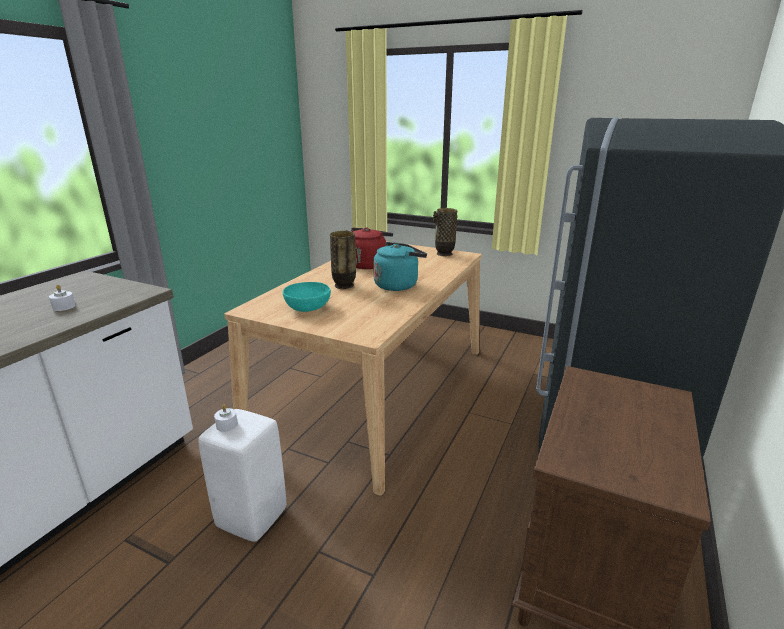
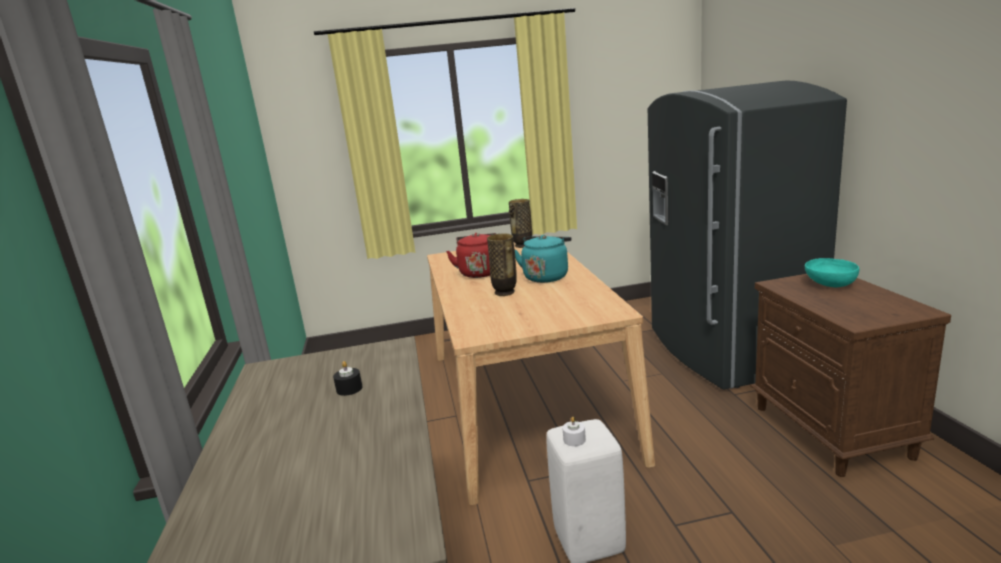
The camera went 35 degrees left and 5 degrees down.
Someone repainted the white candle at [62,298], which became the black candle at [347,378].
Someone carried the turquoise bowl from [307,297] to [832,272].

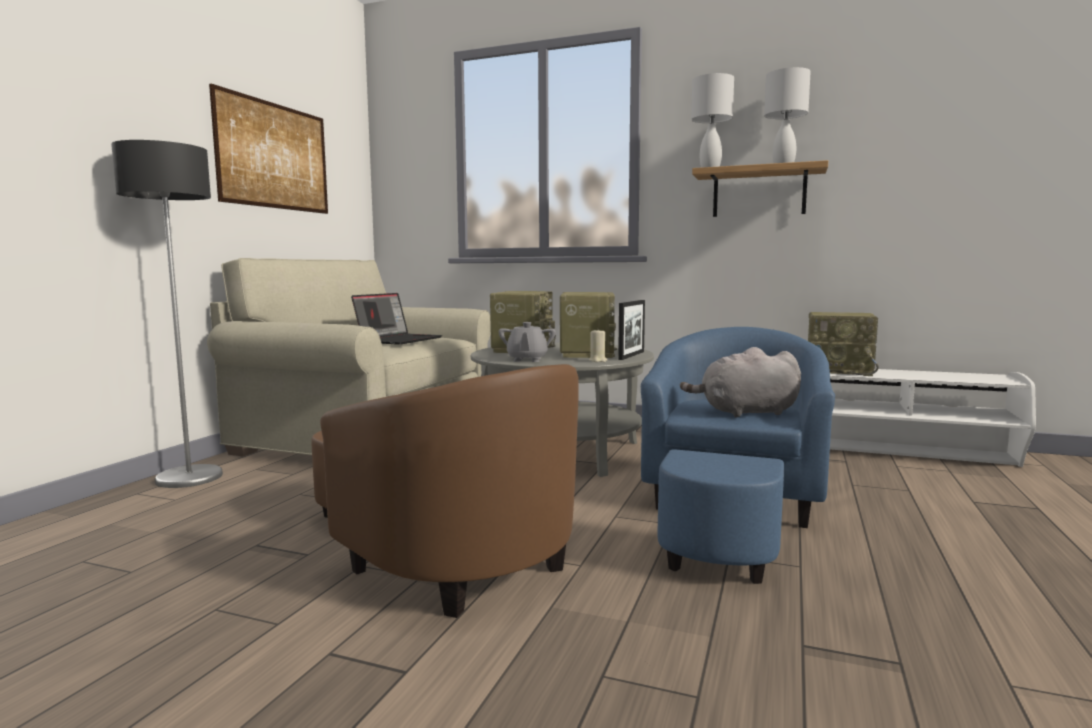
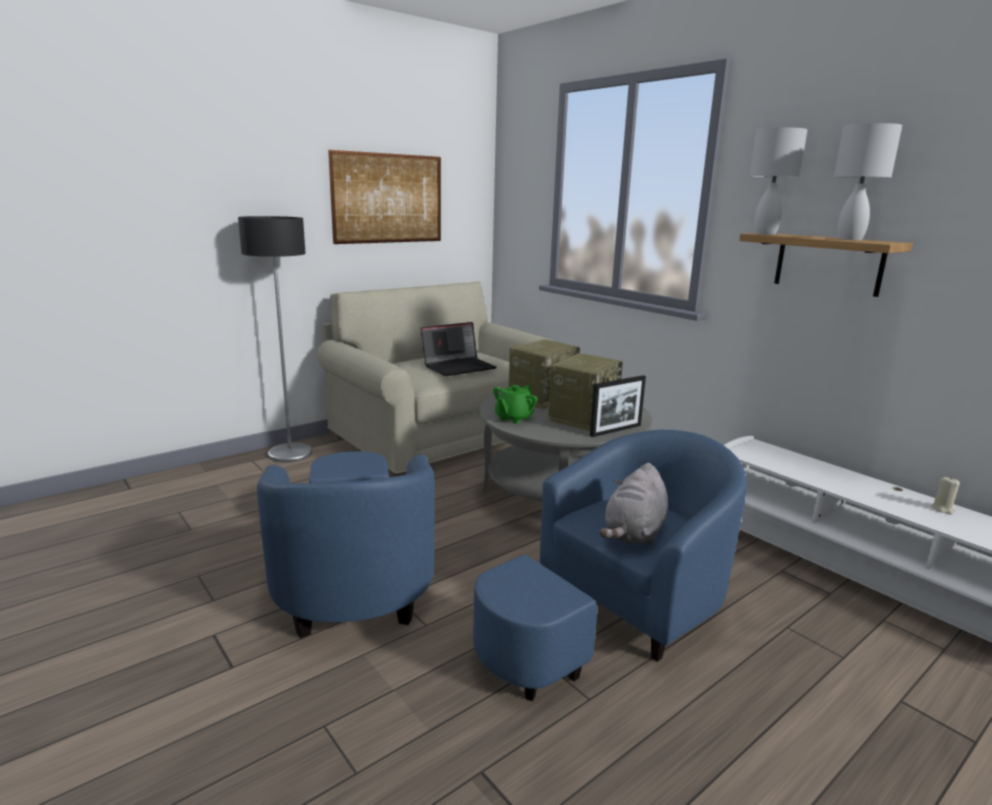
The camera went 30 degrees right and 10 degrees up.
Someone repainted the brown armchair at [445,491], which became the blue armchair at [346,544].
Someone repainted the grey teapot at [527,342], which became the green teapot at [515,404].
Someone carried the beige candle from [598,345] to [945,495].
Someone rotated the grey plush toy at [740,382] by 90 degrees counterclockwise.
Someone took away the radio at [843,344].

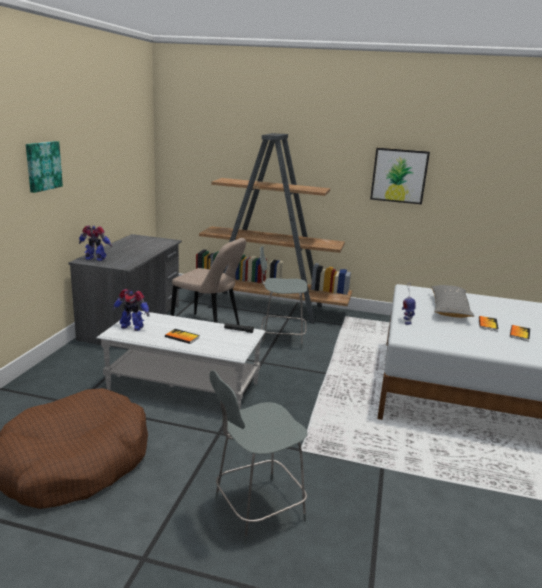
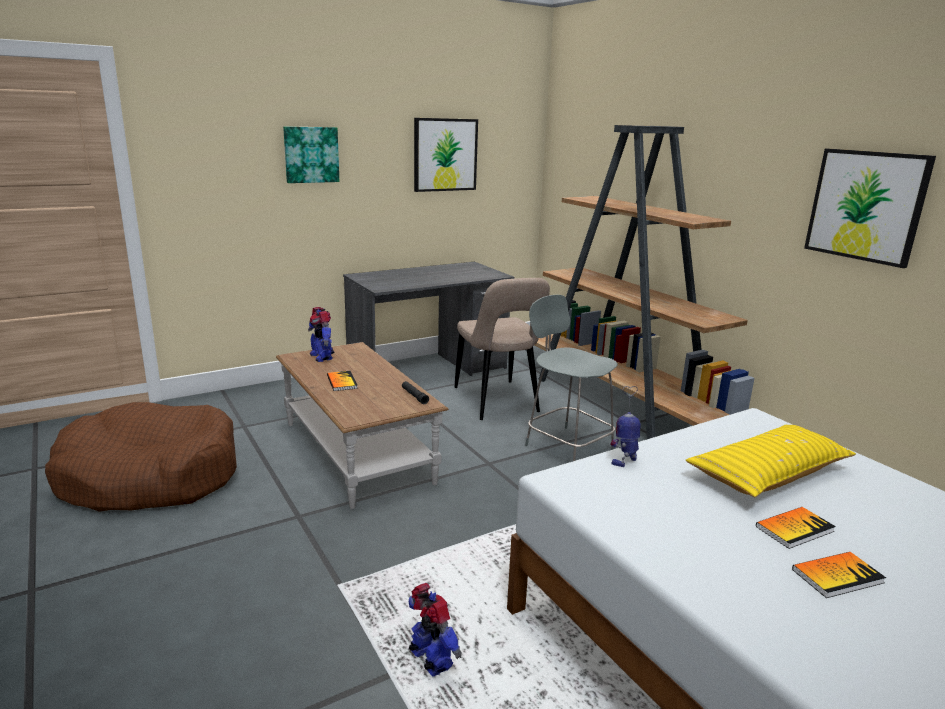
The camera went 45 degrees right and 0 degrees up.
Someone carried the toy robot from [95,243] to [435,630].
Someone repainted the white coffee table at [181,360], which became the brown coffee table at [362,425].
Someone took away the grey stool at [258,457].
Someone repainted the grey pillow at [453,301], which became the yellow pillow at [770,461].
Someone put up the picture at [446,155].

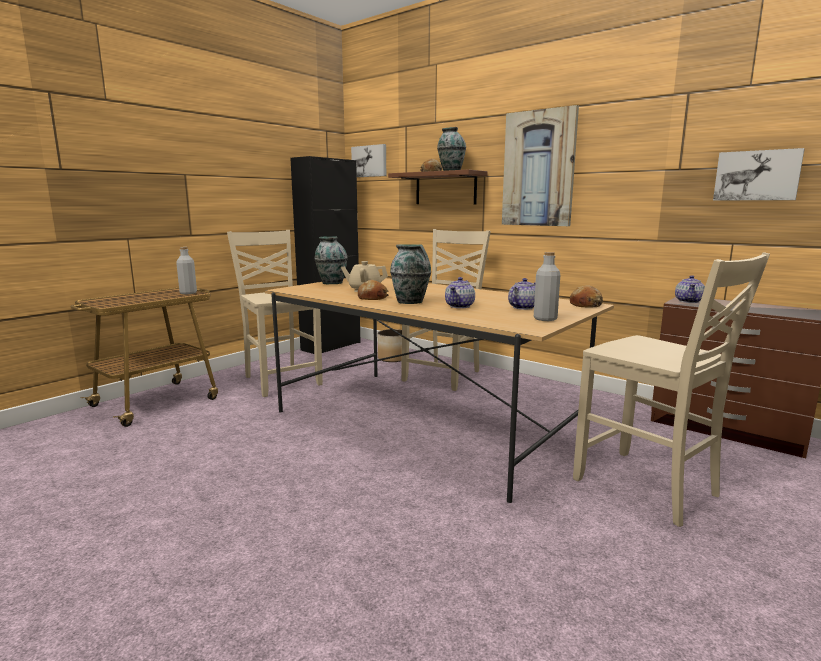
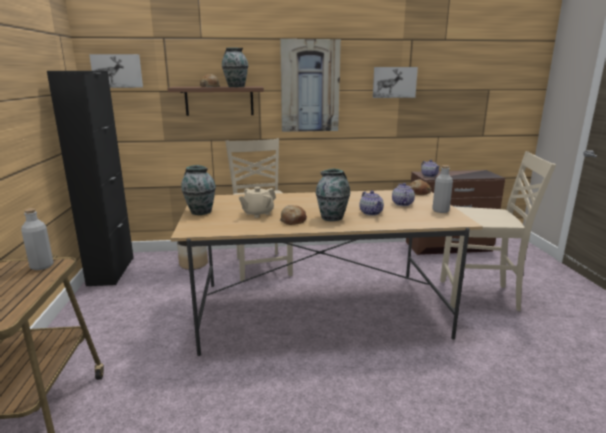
The camera went 45 degrees left and 5 degrees up.
Someone took away the beige chair at [275,313].
Someone carried the picture from [759,174] to [395,82].

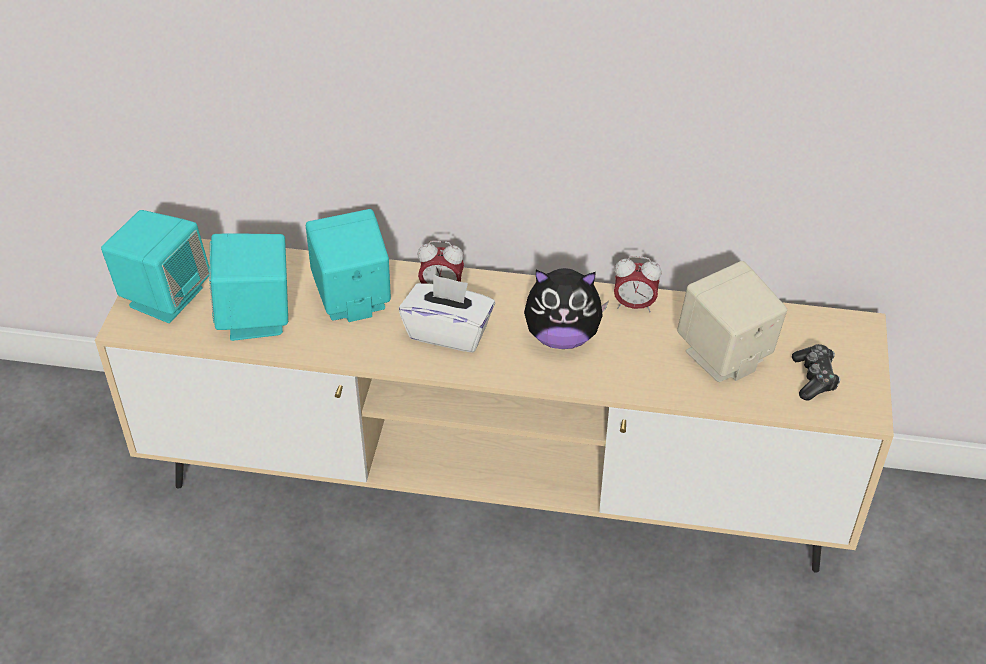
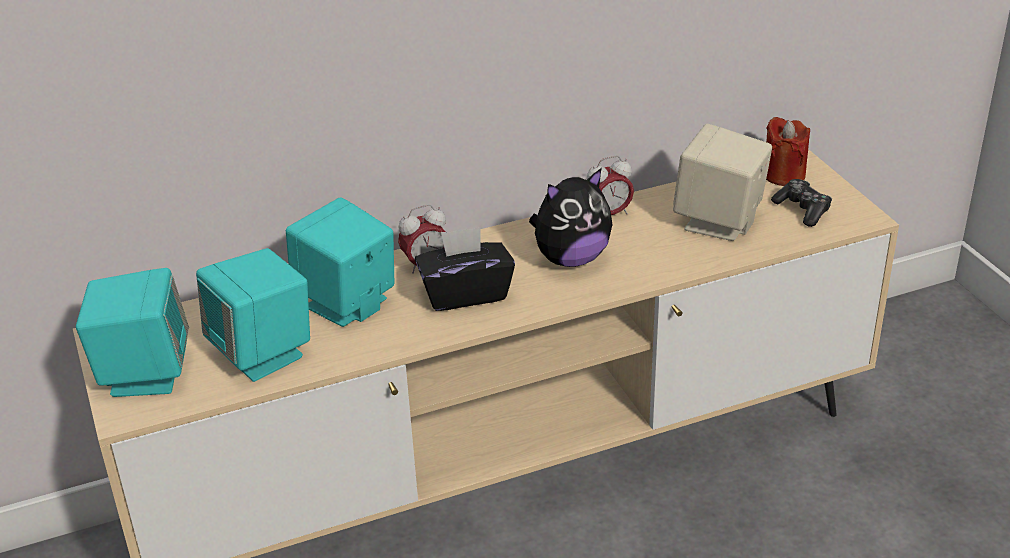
The camera went 30 degrees left and 10 degrees down.
Someone repainted the white tissue box at [447,313], which became the black tissue box at [465,269].
Someone put down the red candle at [788,151].

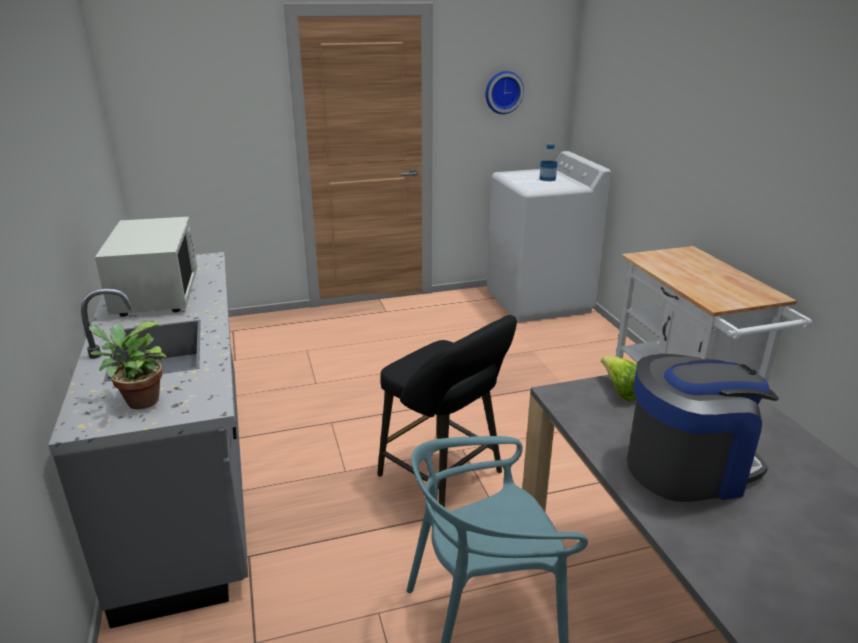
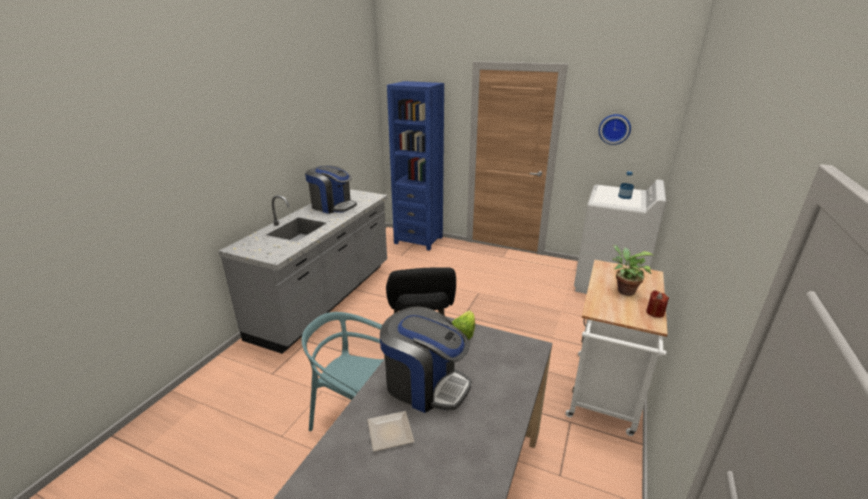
The camera went 40 degrees right and 0 degrees up.
Someone carried the potted plant from [127,365] to [633,270].
Someone swapped the white microwave at [146,267] for the coffee machine at [331,189].
Someone put down the plate at [391,431].
Someone put down the blue bookcase at [415,166].
Someone put down the red candle at [657,304].

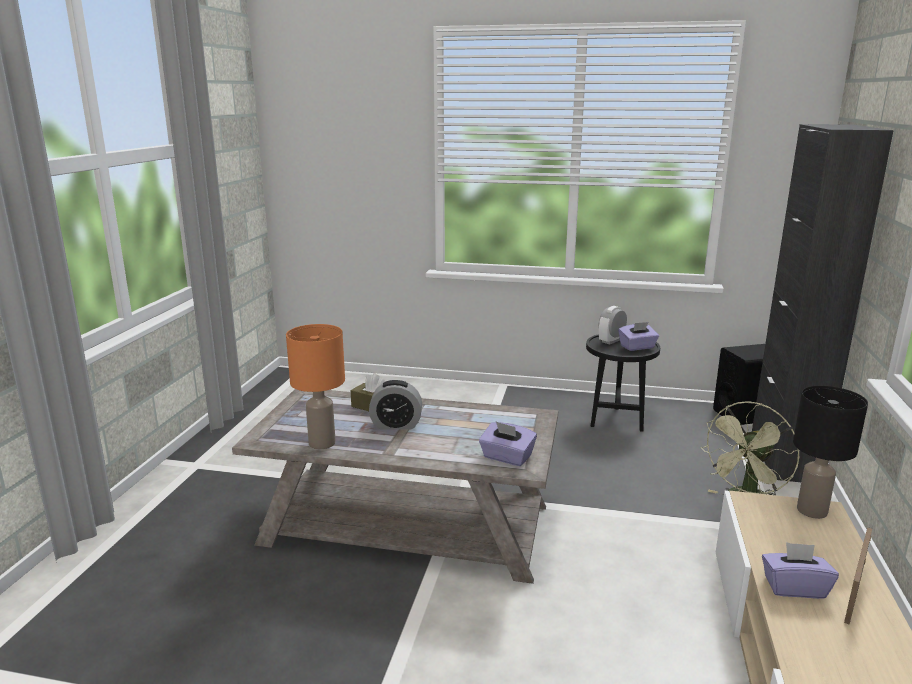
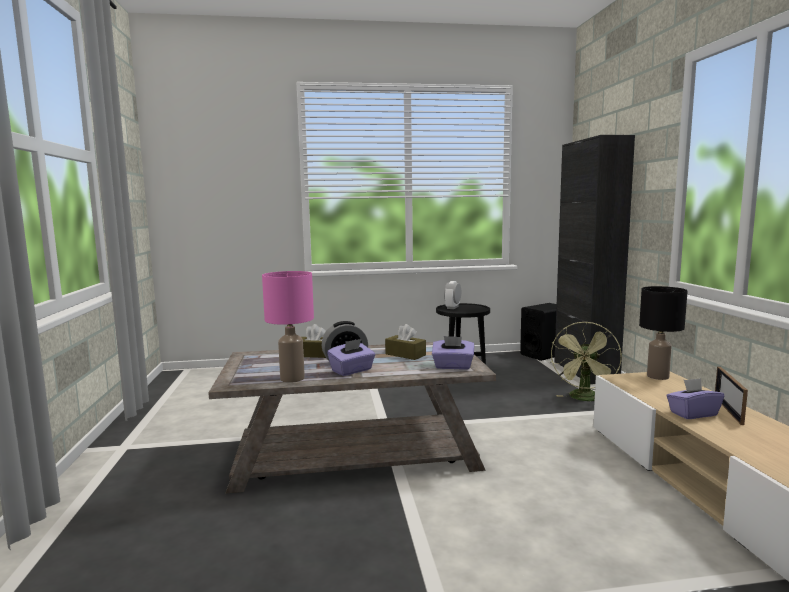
The camera went 20 degrees left and 10 degrees down.
Someone repainted the orange table lamp at [315,386], which became the pink table lamp at [288,327].
Someone carried the purple tissue box from [638,336] to [351,357].
Someone put down the brown tissue box at [405,342].

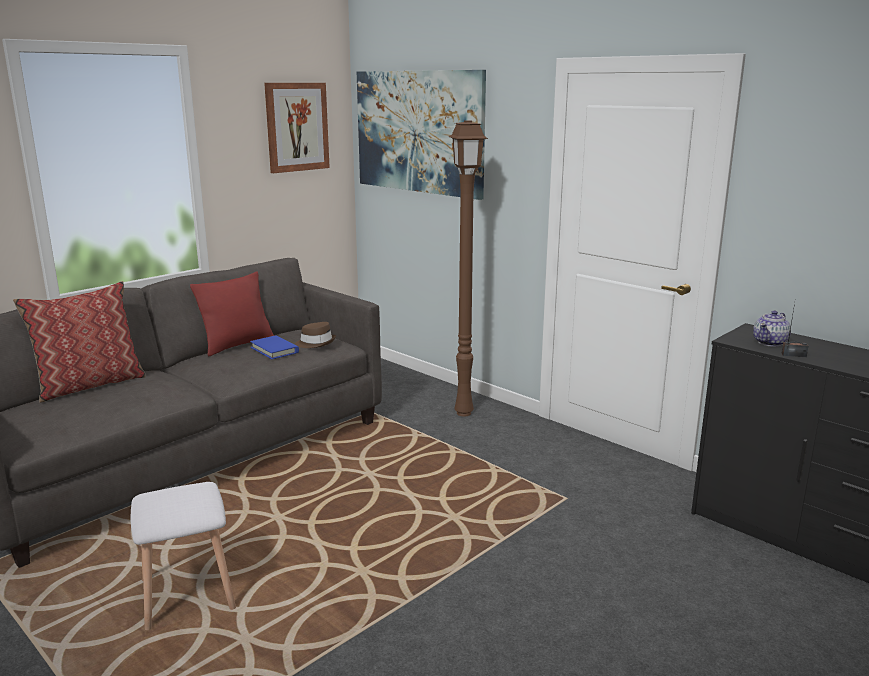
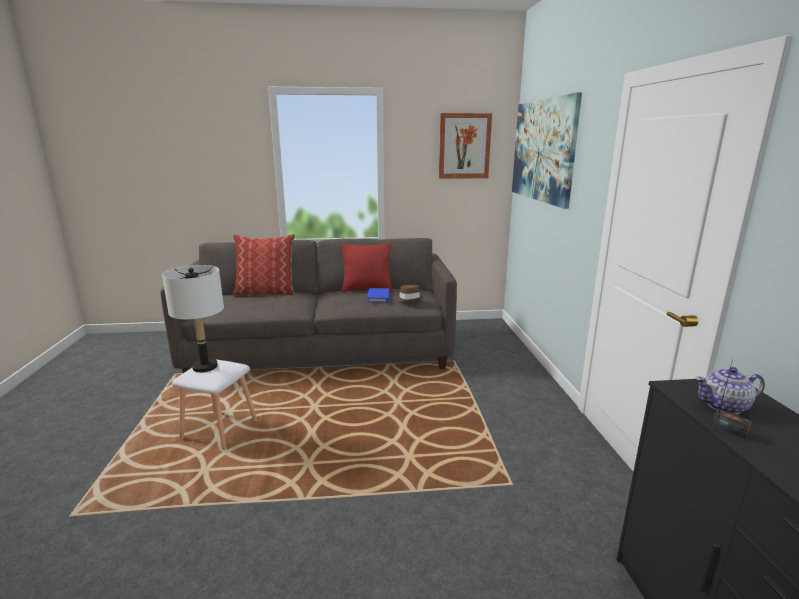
The camera went 40 degrees right and 0 degrees up.
Someone took away the brown floor lamp at [468,268].
Someone put down the white table lamp at [193,318].

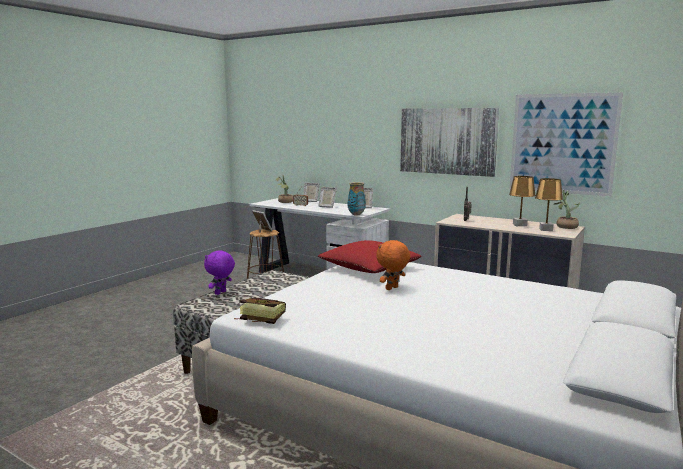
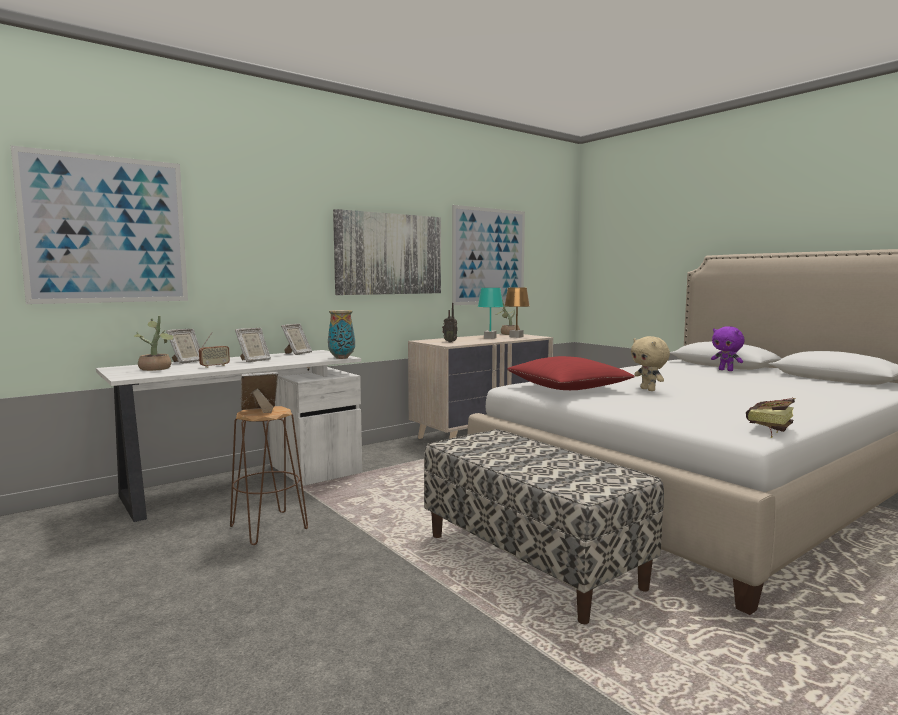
The camera went 70 degrees left and 5 degrees down.
Someone carried the purple plush toy from [219,272] to [727,348].
Someone repainted the orange plush toy at [393,265], which became the beige plush toy at [650,363].
Someone repainted the brown table lamp at [522,201], which became the turquoise table lamp at [490,313].
Someone put up the picture at [99,224].

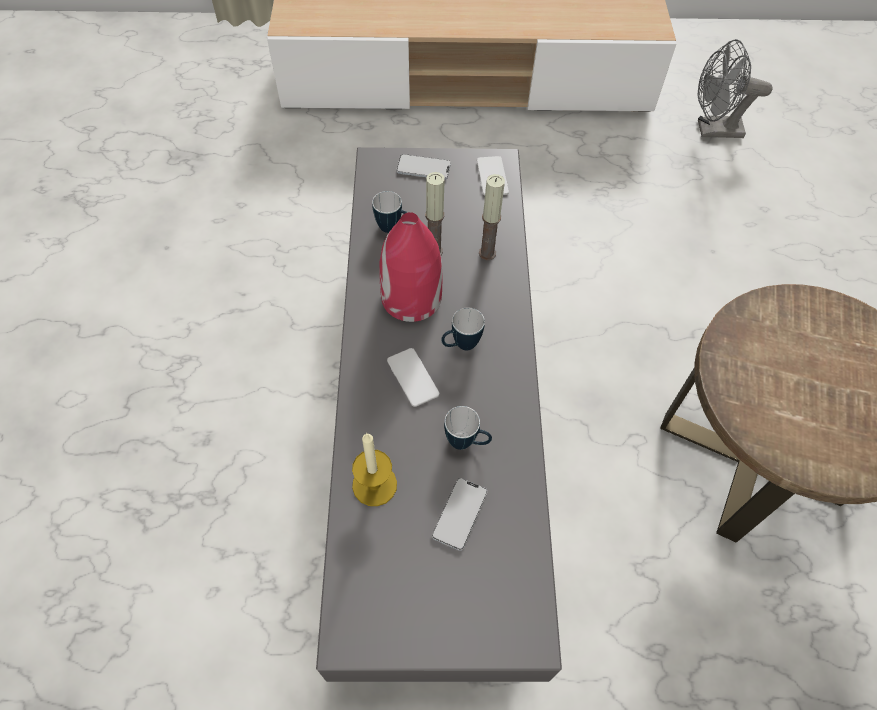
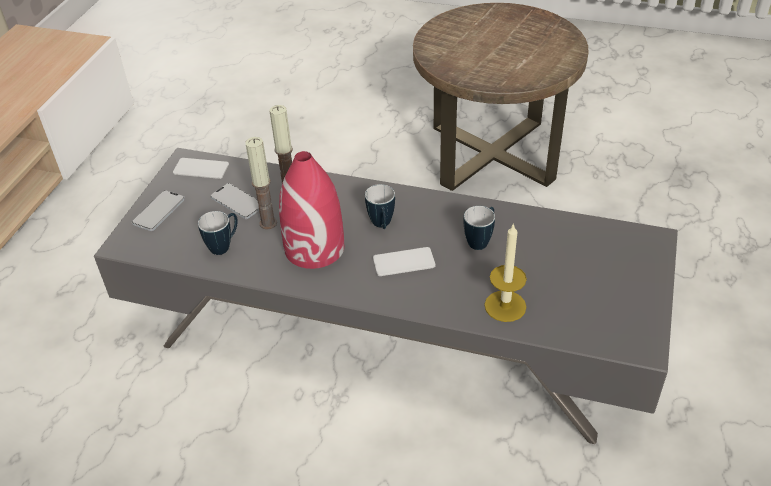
The camera went 70 degrees left and 15 degrees down.
Someone carried the phone from [459,514] to [234,201].
Someone took away the grey fan at [735,88].

